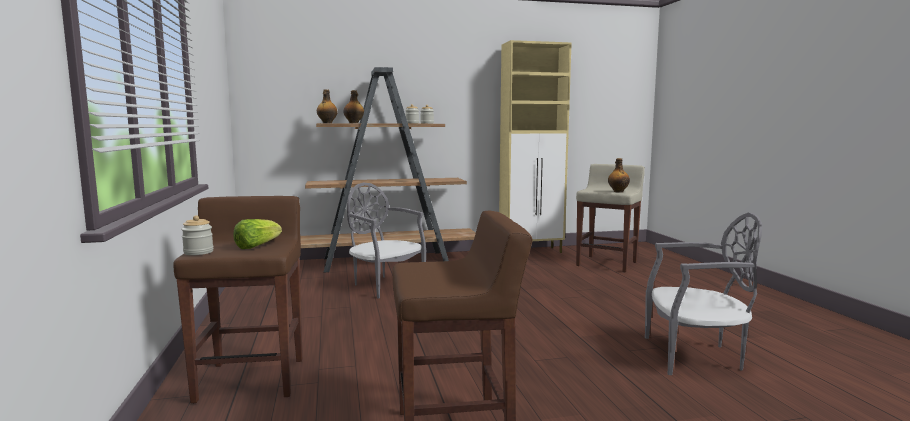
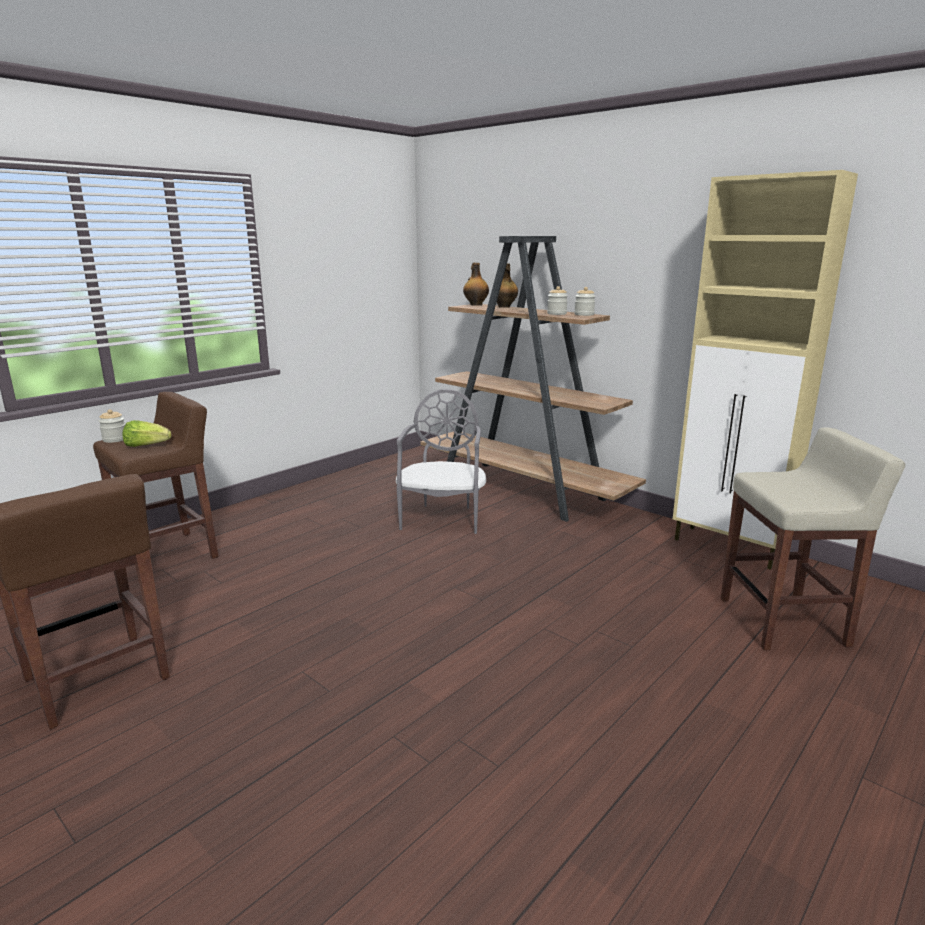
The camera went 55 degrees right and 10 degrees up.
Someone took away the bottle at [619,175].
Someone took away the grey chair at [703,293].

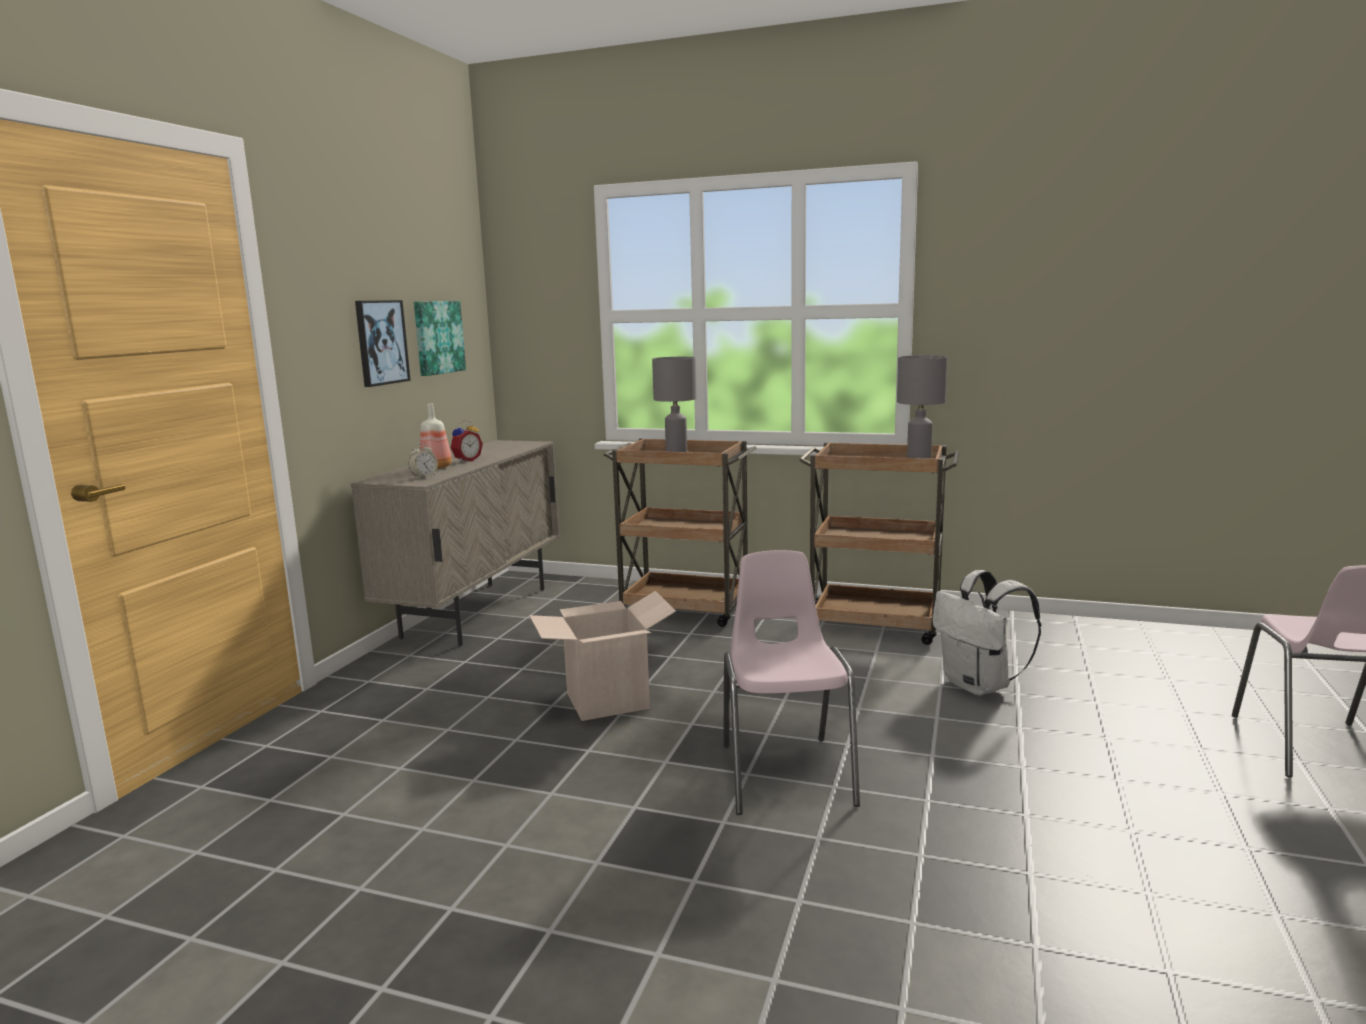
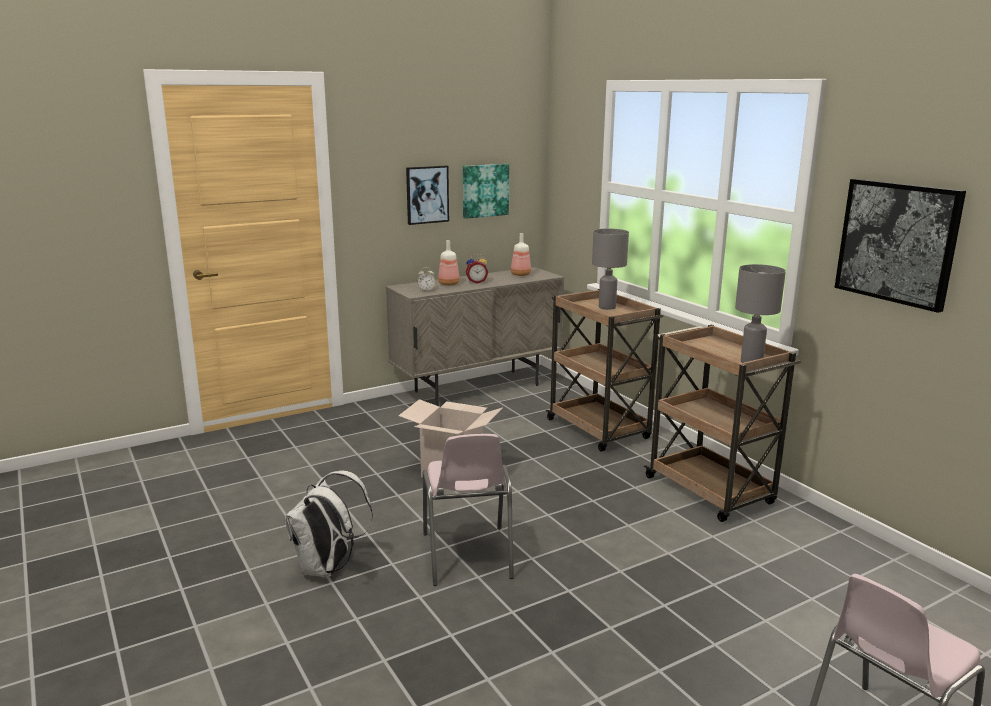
The camera went 40 degrees right and 5 degrees up.
Someone rotated the pink chair at [791,682] by 135 degrees clockwise.
Someone carried the white backpack from [986,633] to [329,524].
Someone put down the bottle at [521,254].
Someone put up the picture at [900,246].

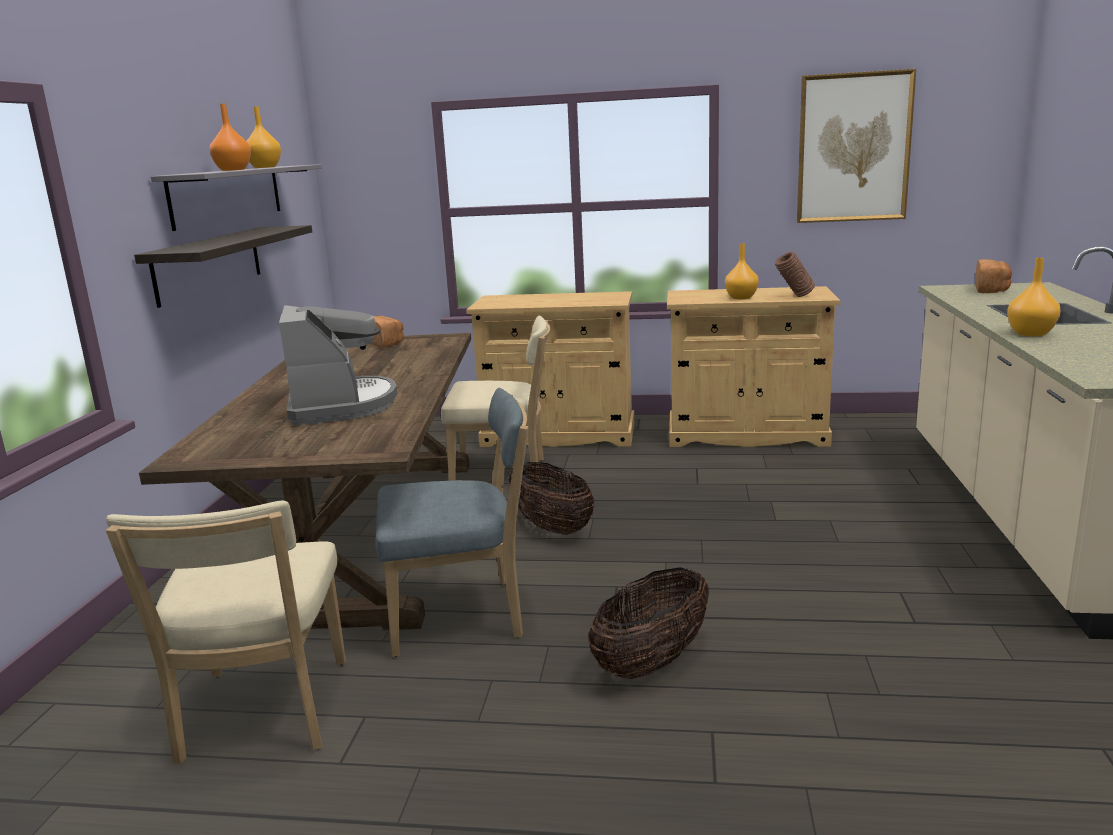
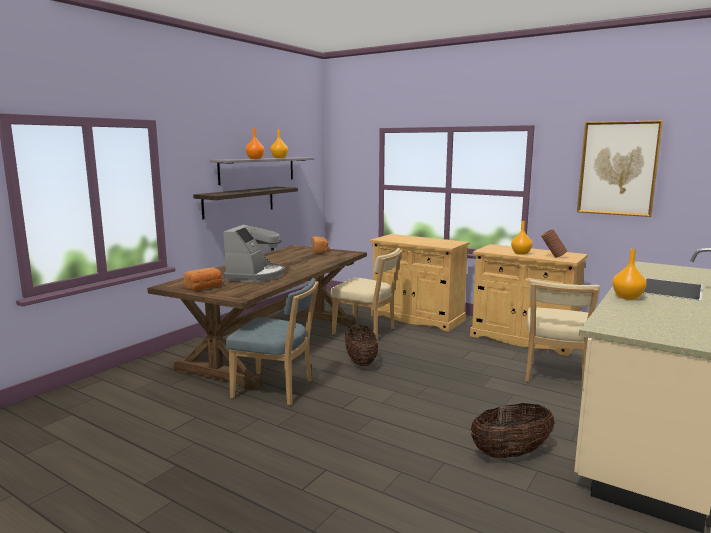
The camera went 25 degrees right and 5 degrees down.
Someone carried the beige chair from [226,632] to [562,334].
Someone carried the basket from [648,623] to [513,430].
Someone carried the bread from [993,276] to [202,278].

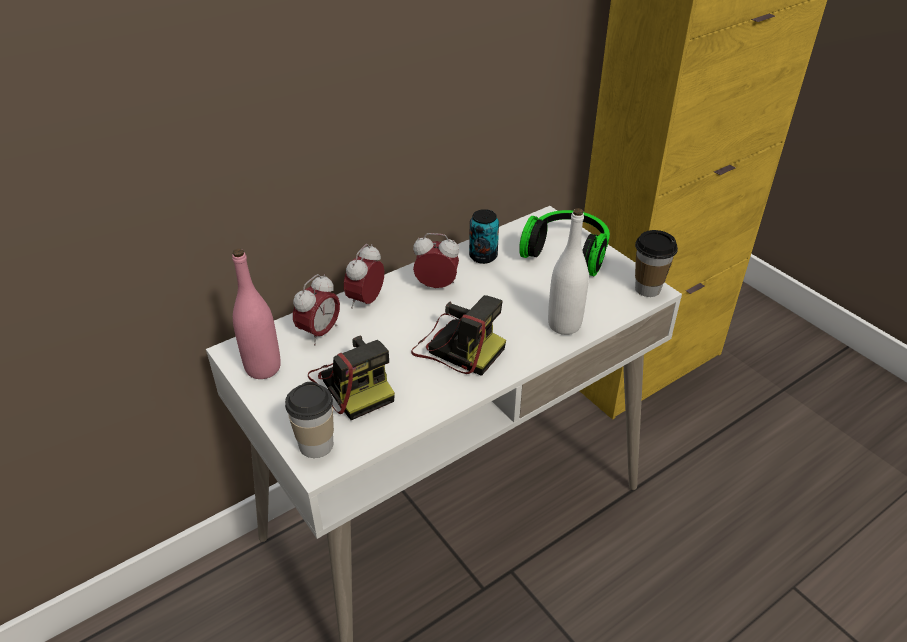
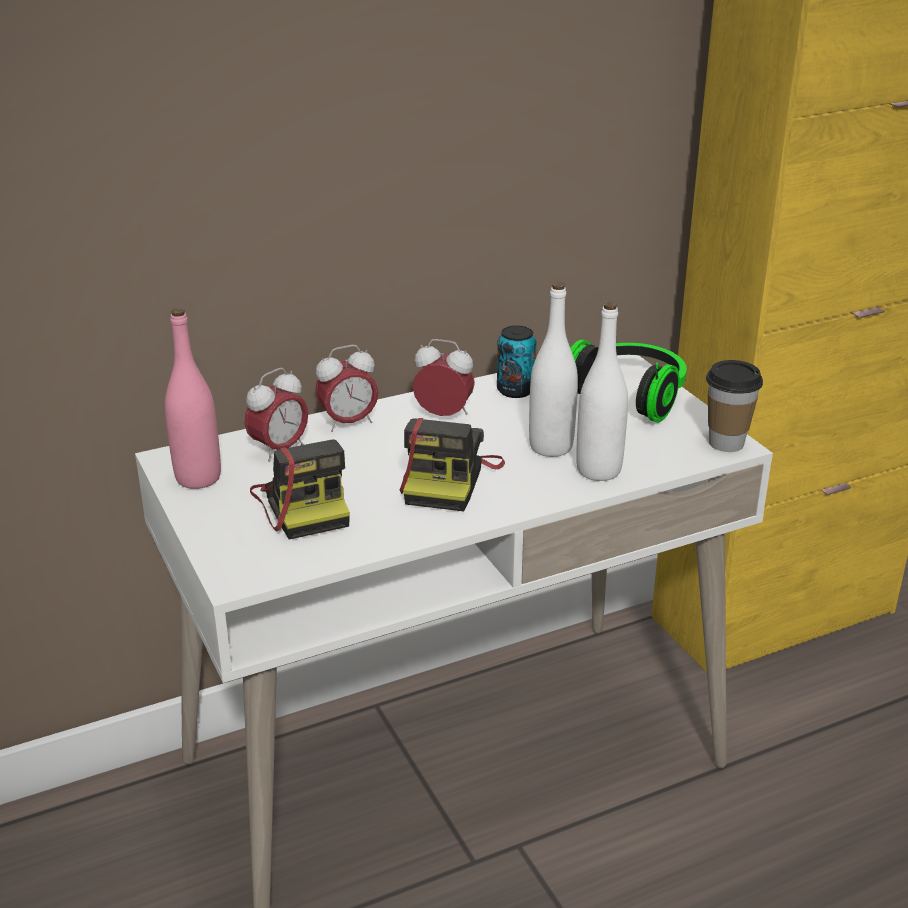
The camera went 10 degrees right and 10 degrees down.
Someone took away the cup at [309,420].
Someone rotated the alarm clock at [364,276] by 150 degrees counterclockwise.
Someone rotated the photo camera at [458,335] by 60 degrees clockwise.
Someone put down the white bottle at [553,369].

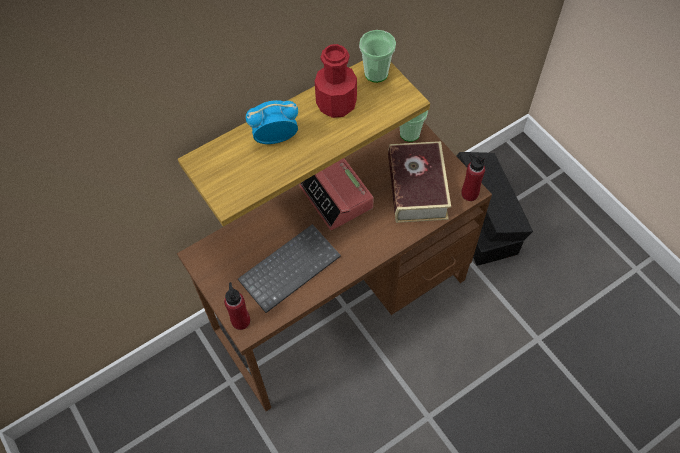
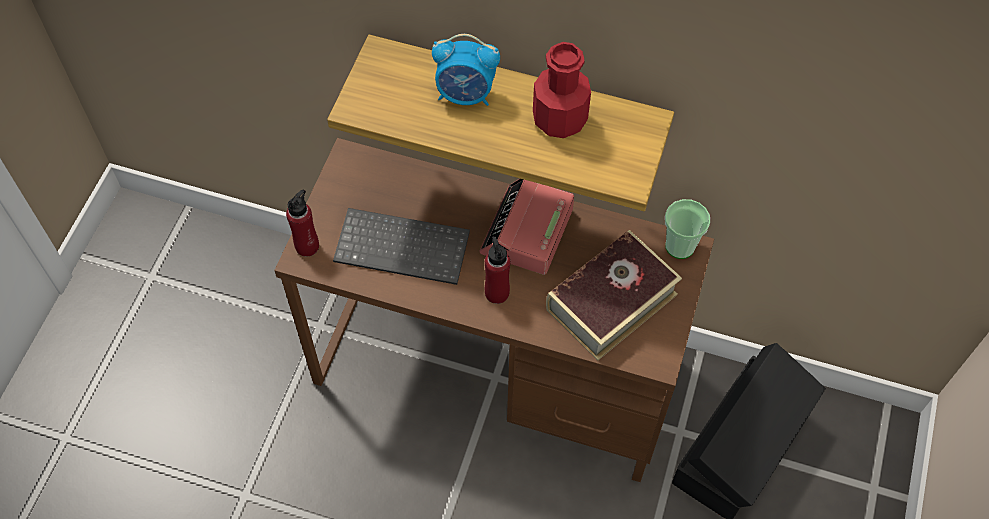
The camera went 50 degrees right and 0 degrees up.
Someone rotated the alarm clock at [272,122] by 150 degrees clockwise.
Someone took away the cup at [377,56].
Someone carried the red bottle from [473,177] to [497,270].

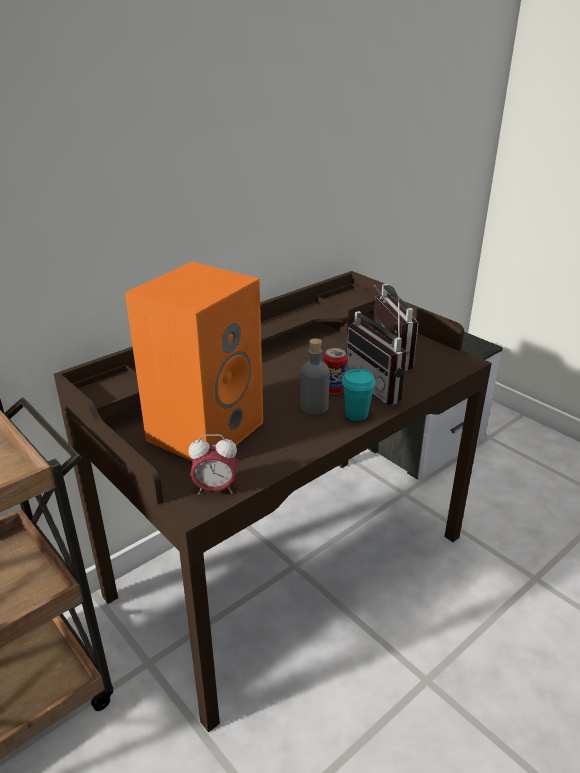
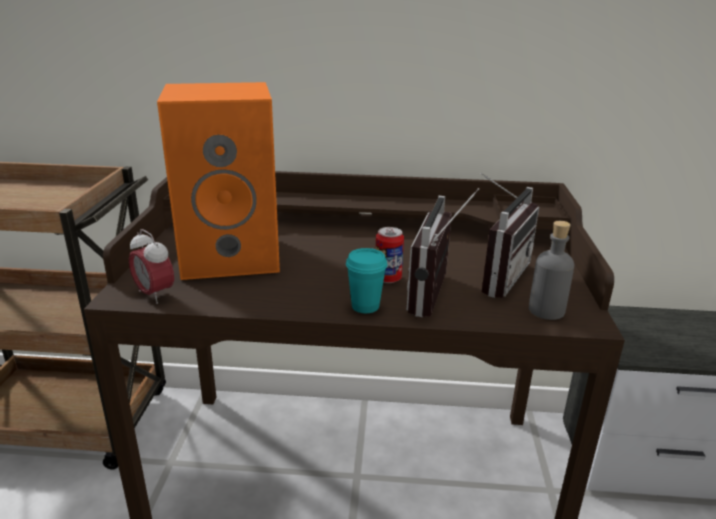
The camera went 45 degrees right and 5 degrees down.
Someone carried the grey bottle from [315,376] to [551,270].

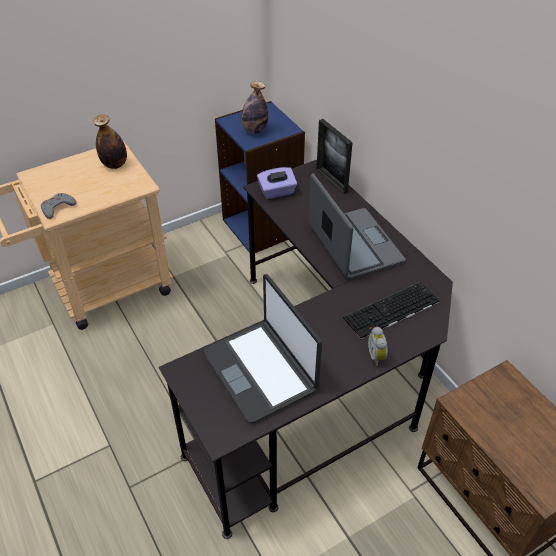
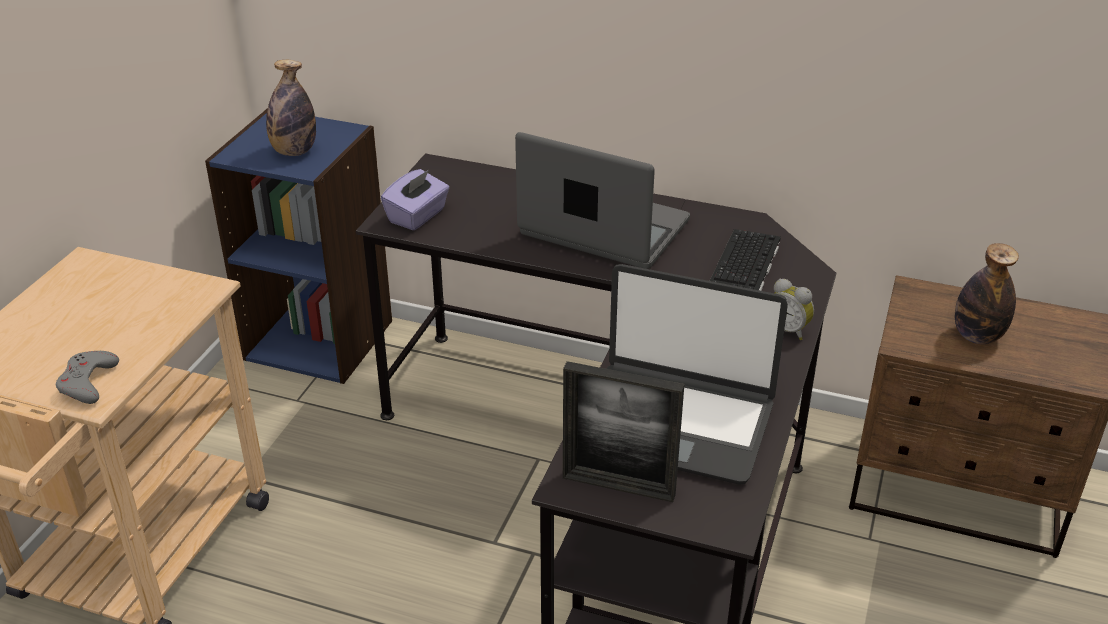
The camera went 40 degrees left and 10 degrees down.
Someone carried the bottle from [110,142] to [987,293].
Someone carried the picture frame from [334,156] to [624,432].

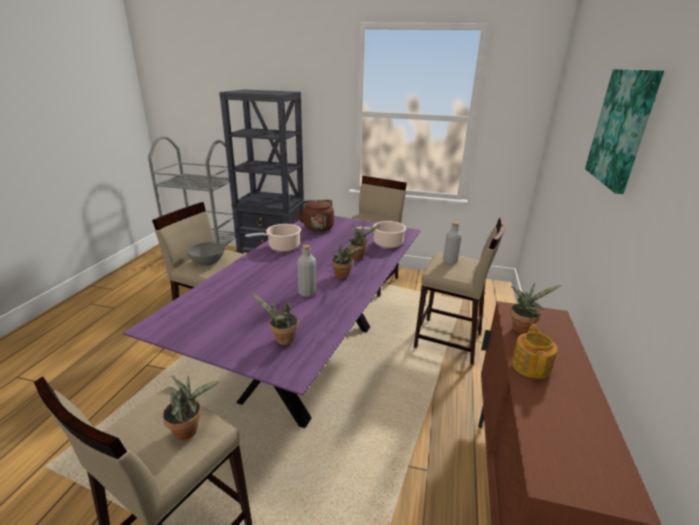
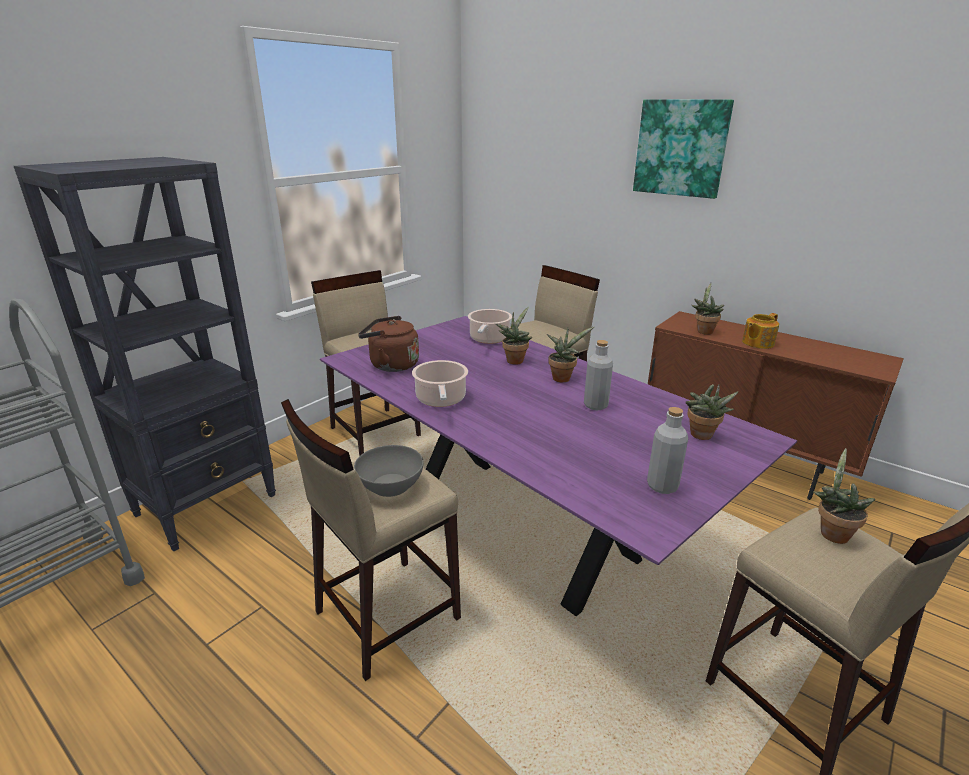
The camera went 65 degrees left and 0 degrees up.
Someone carried the grey bottle from [452,243] to [667,450].
Someone rotated the teapot at [534,351] by 75 degrees counterclockwise.

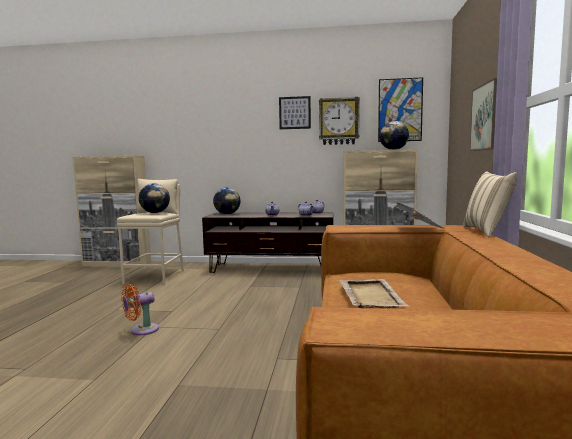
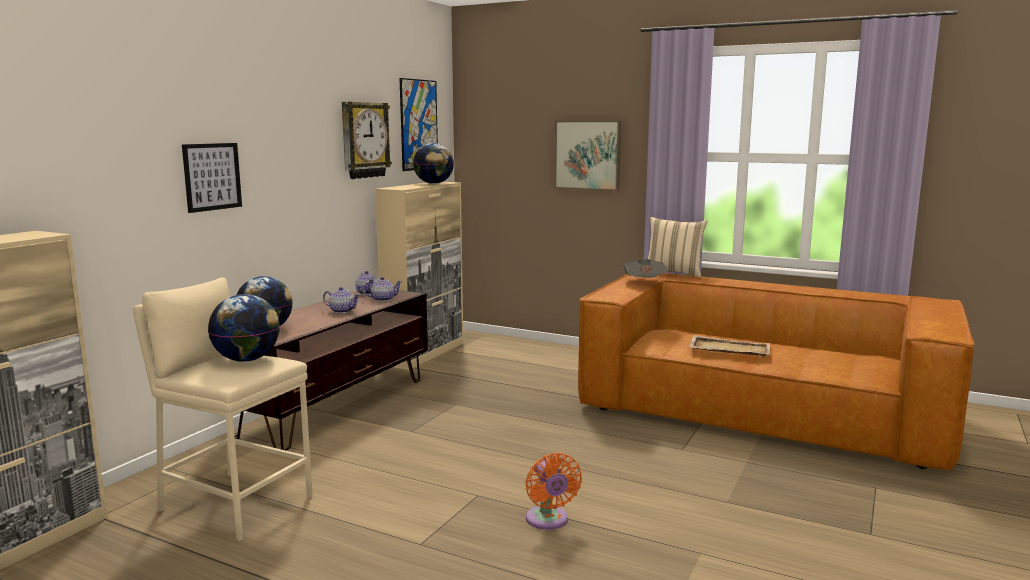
The camera went 70 degrees left and 5 degrees up.
Someone carried the picture from [295,112] to [212,178].

